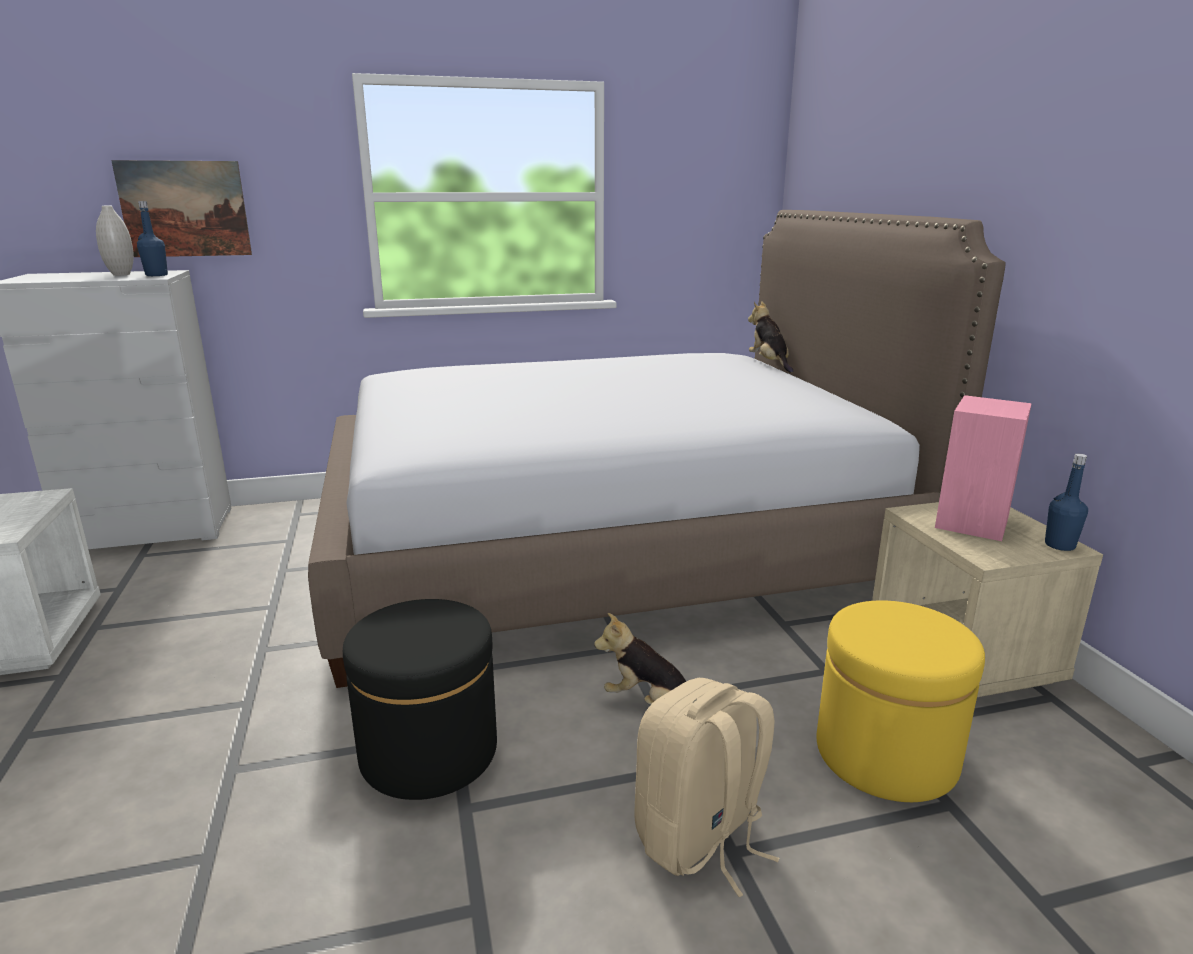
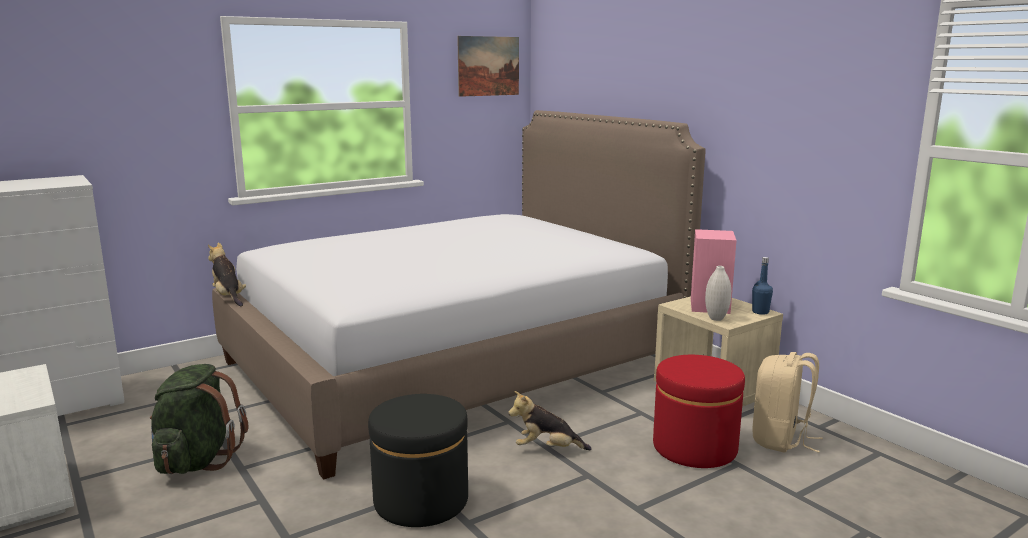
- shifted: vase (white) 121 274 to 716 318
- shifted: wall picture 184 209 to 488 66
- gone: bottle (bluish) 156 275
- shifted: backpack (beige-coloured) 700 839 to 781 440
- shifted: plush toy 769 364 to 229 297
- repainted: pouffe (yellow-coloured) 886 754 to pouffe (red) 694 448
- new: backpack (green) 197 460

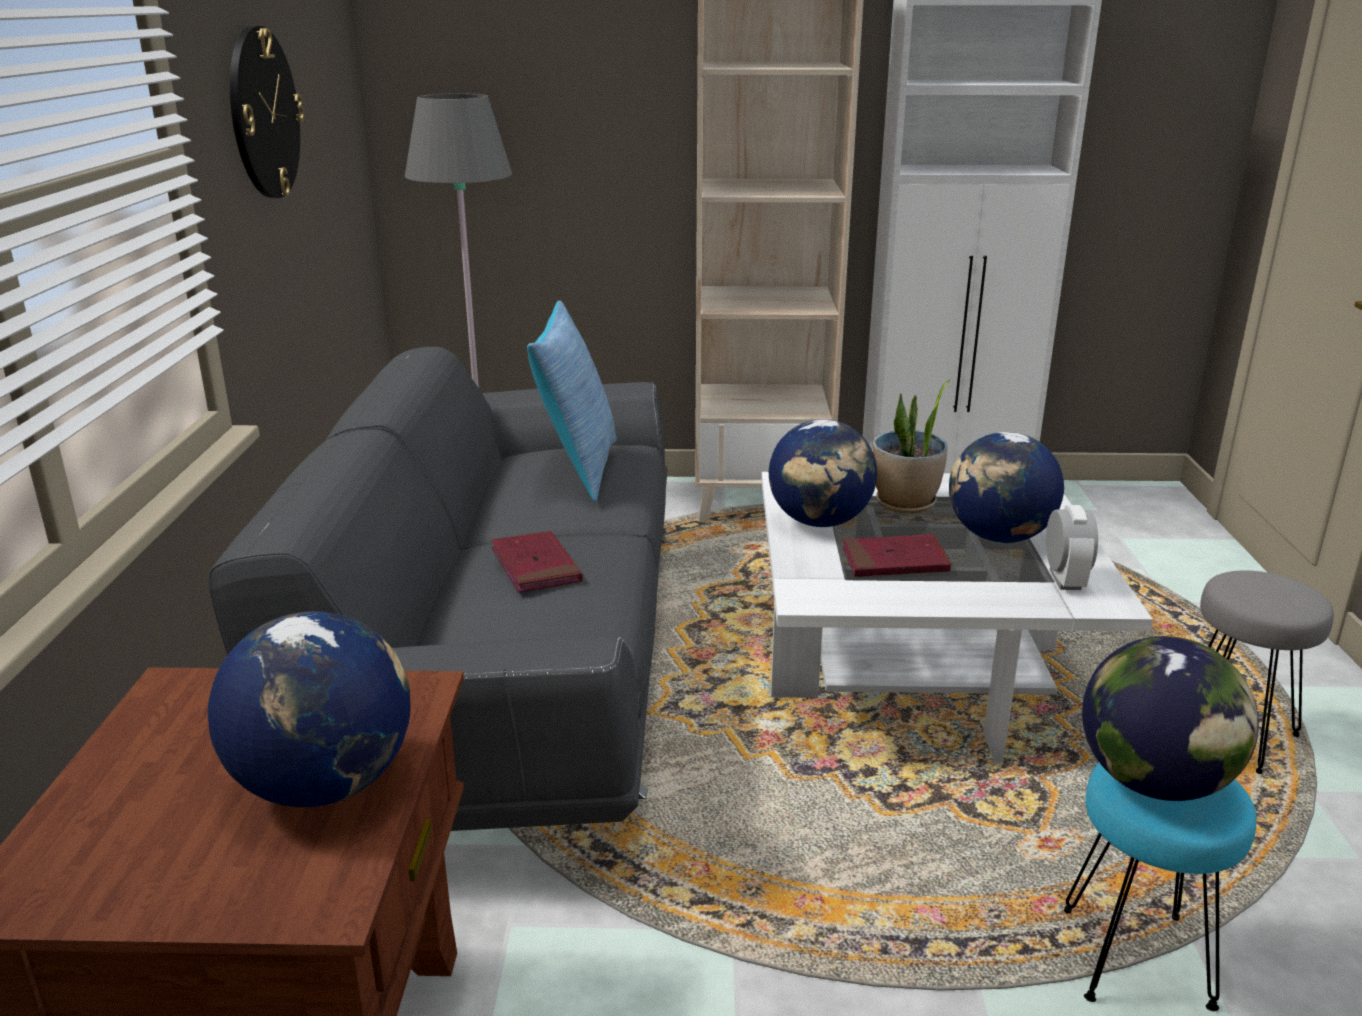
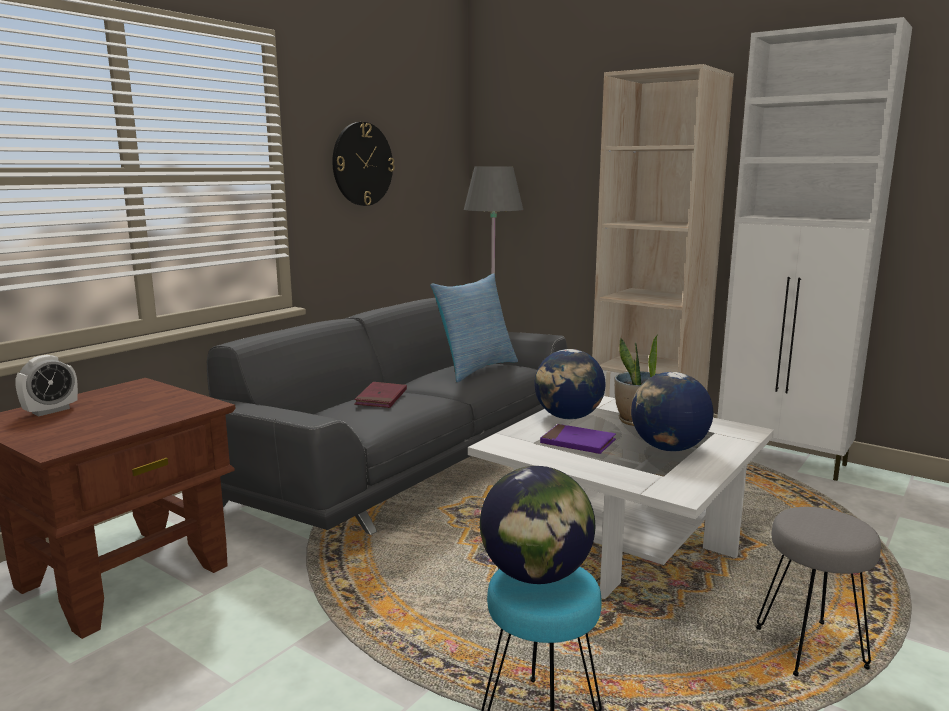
- gone: globe 324 784
- repainted: book (red) 894 561 to book (purplish) 578 442
- shifted: table clock 1064 580 to 51 411

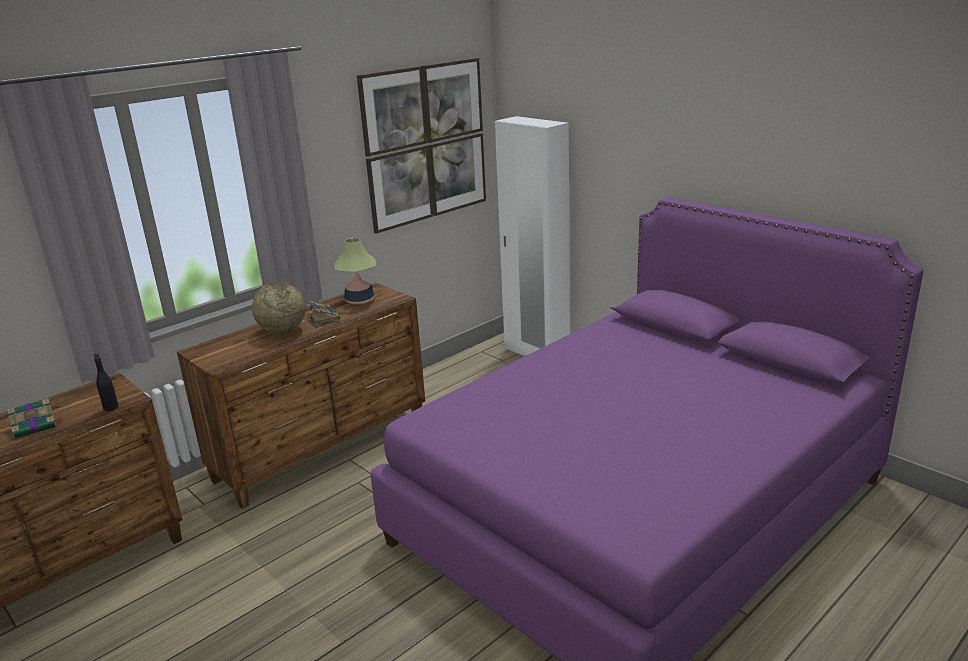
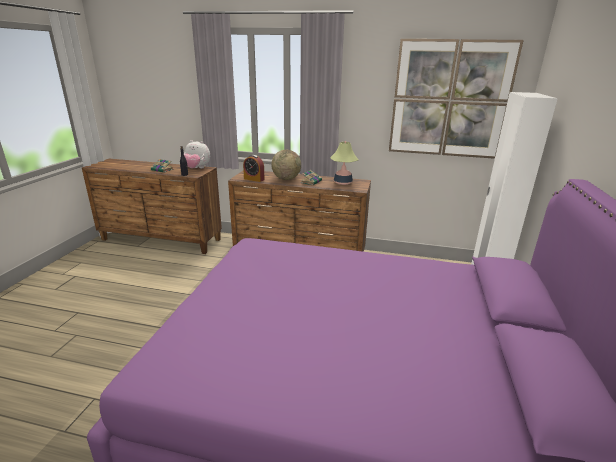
- new: plush toy 197 168
- new: table clock 254 179

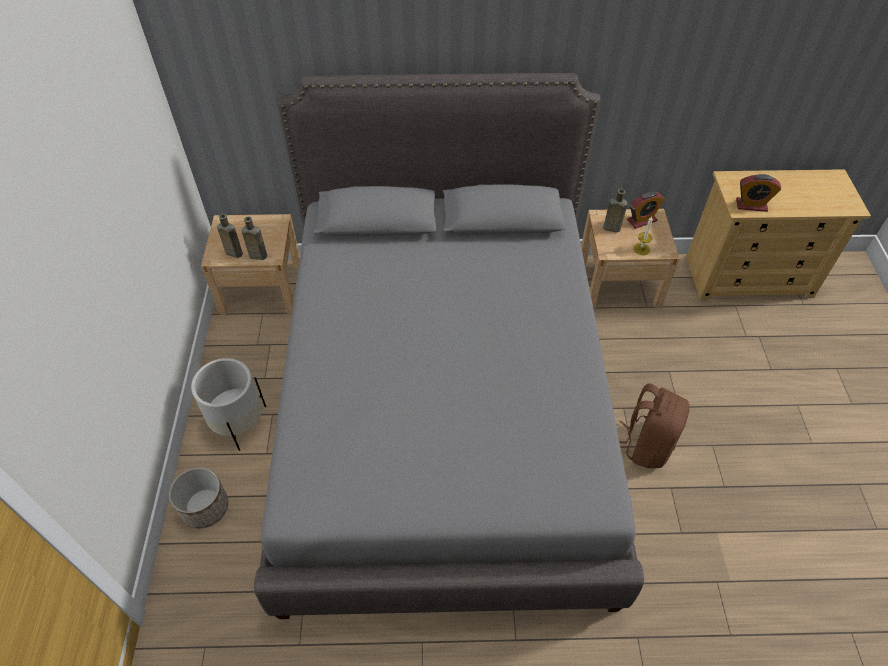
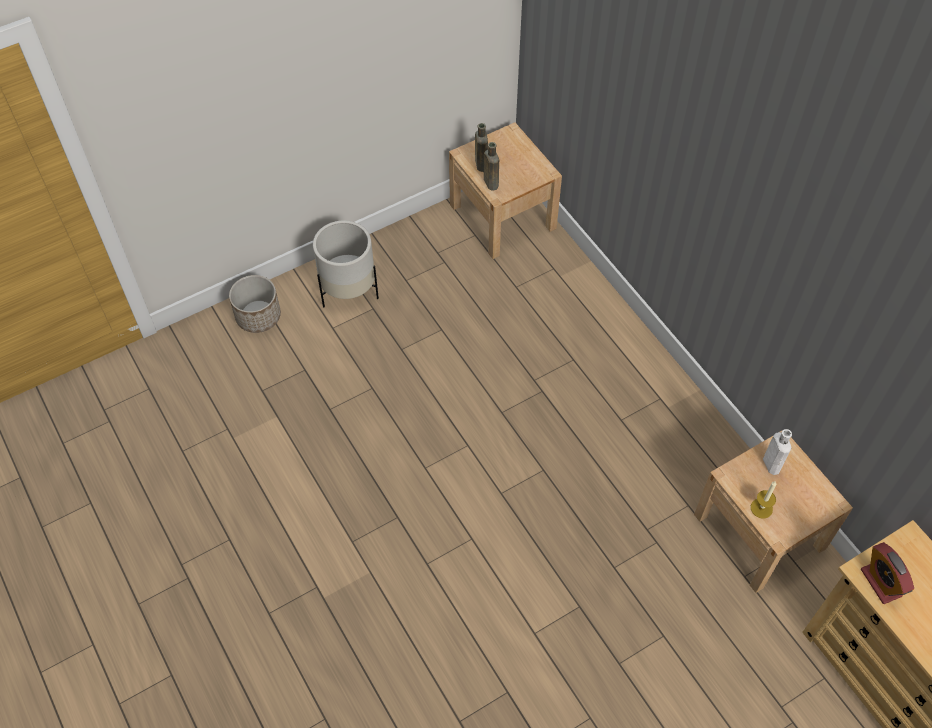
- gone: bedroom bed (greyish) 444 410
- repainted: bottle (brown-coloured) 610 228 to bottle (white) 770 463
- gone: backpack (brown-coloured) 646 444
- gone: table clock 642 220

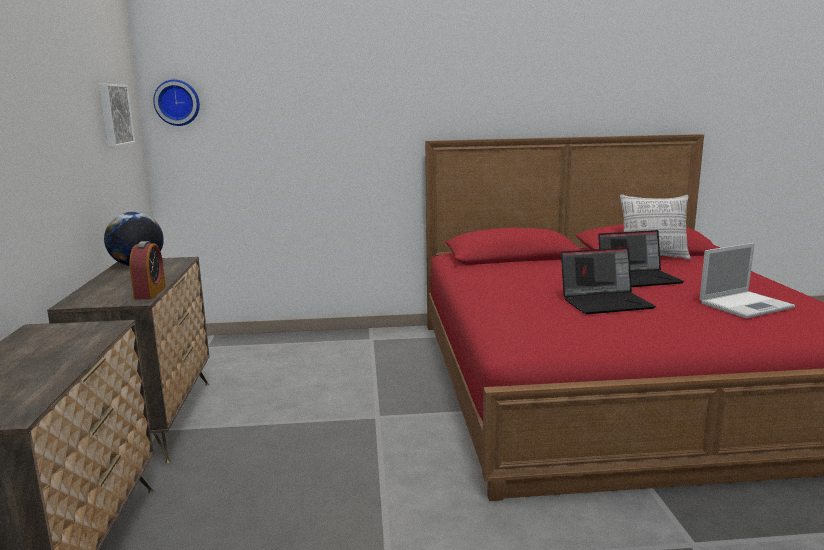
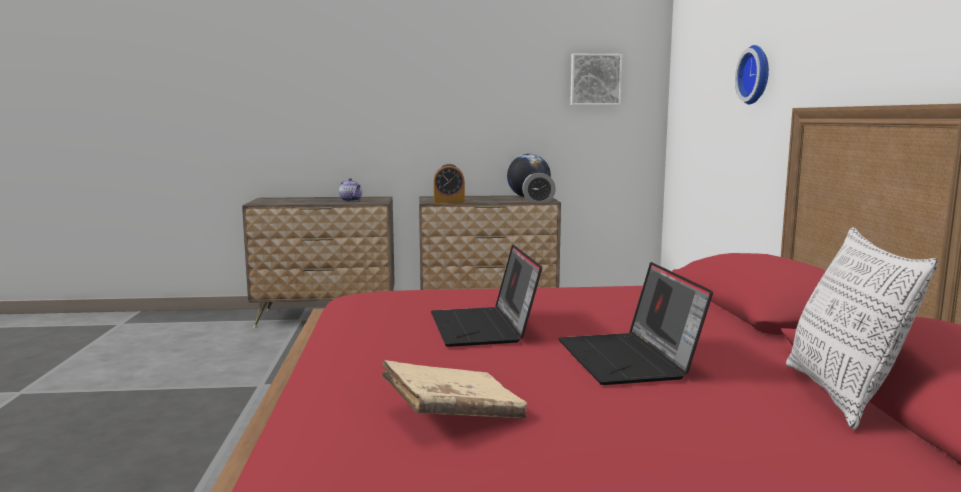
- shifted: clock on the wall 177 102 to 756 75
- swapped: notebook computer 746 305 to book (beige-coloured) 454 413
- new: pot for tea 351 200
- new: table clock 538 201

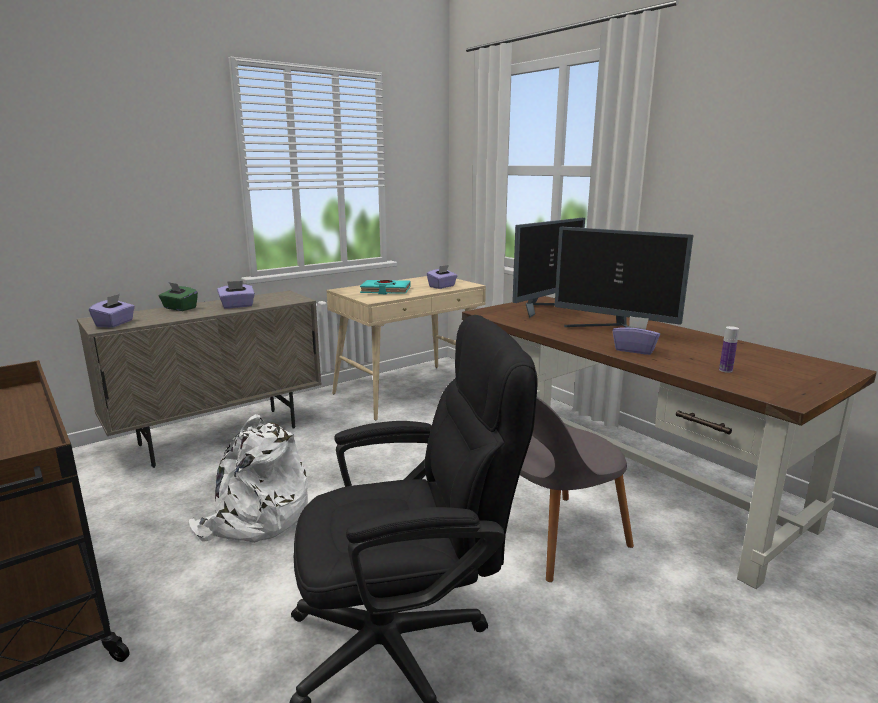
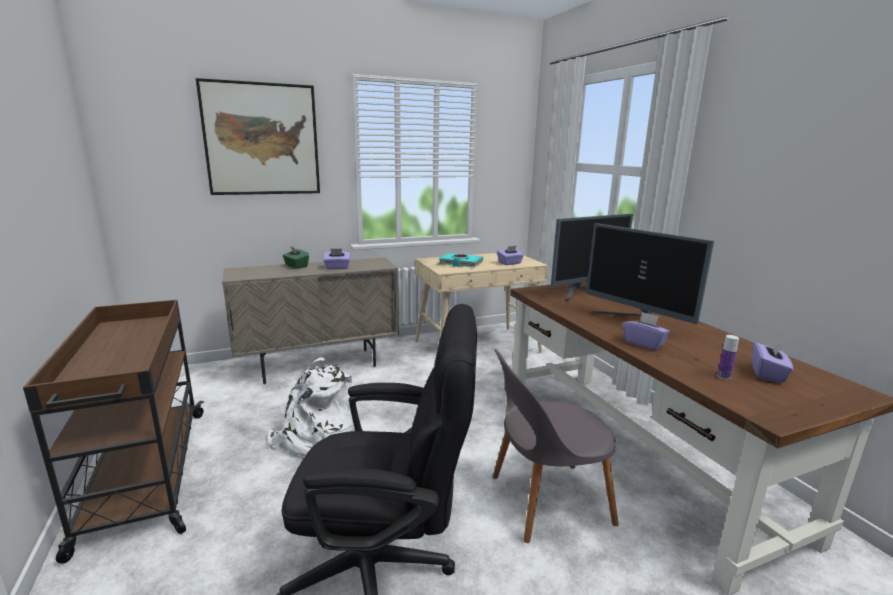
- shifted: tissue holder (purplish) 115 323 to 767 374
- new: wall picture 262 140

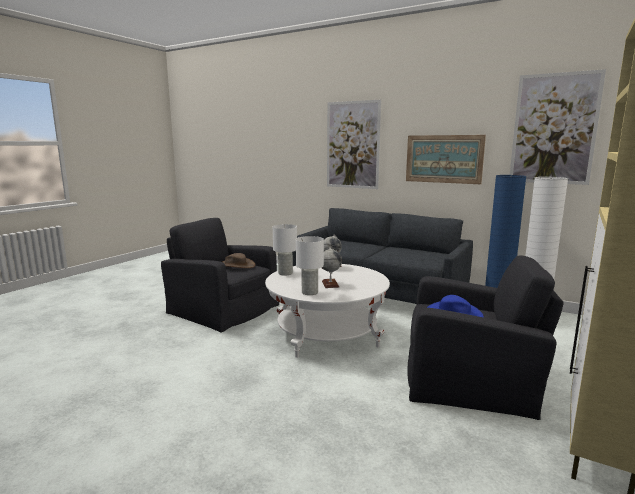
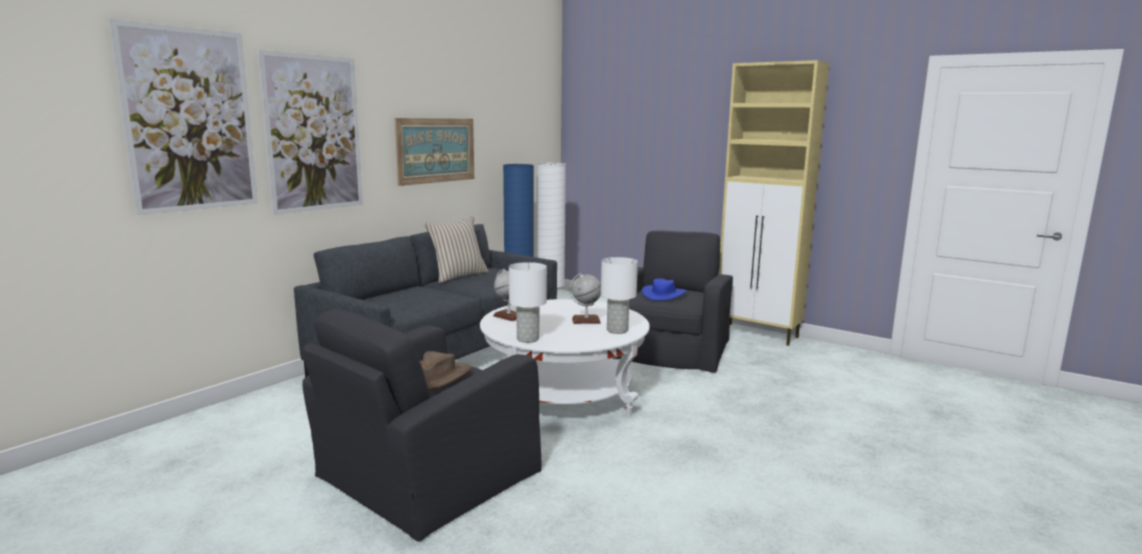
- shifted: wall picture 554 129 to 190 120
- new: pillow (beige-coloured) 458 276

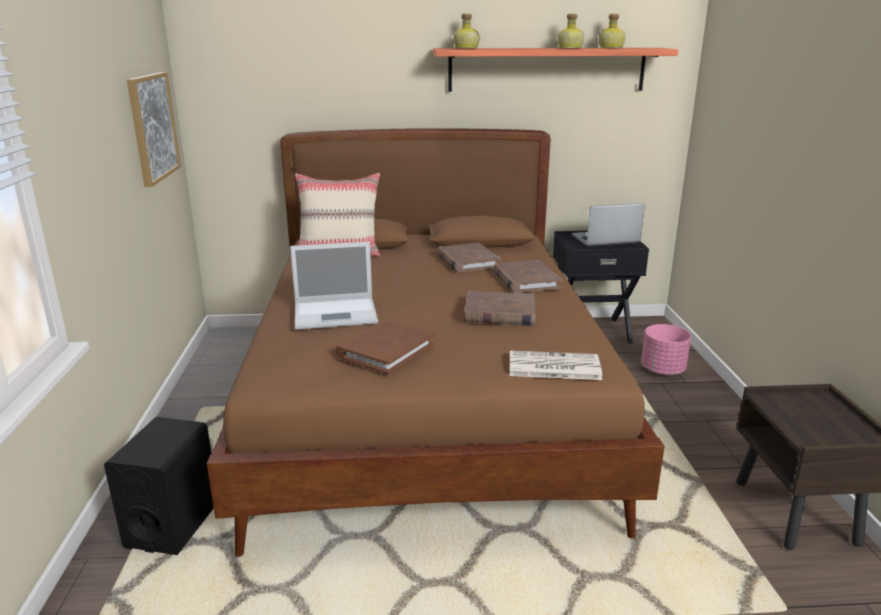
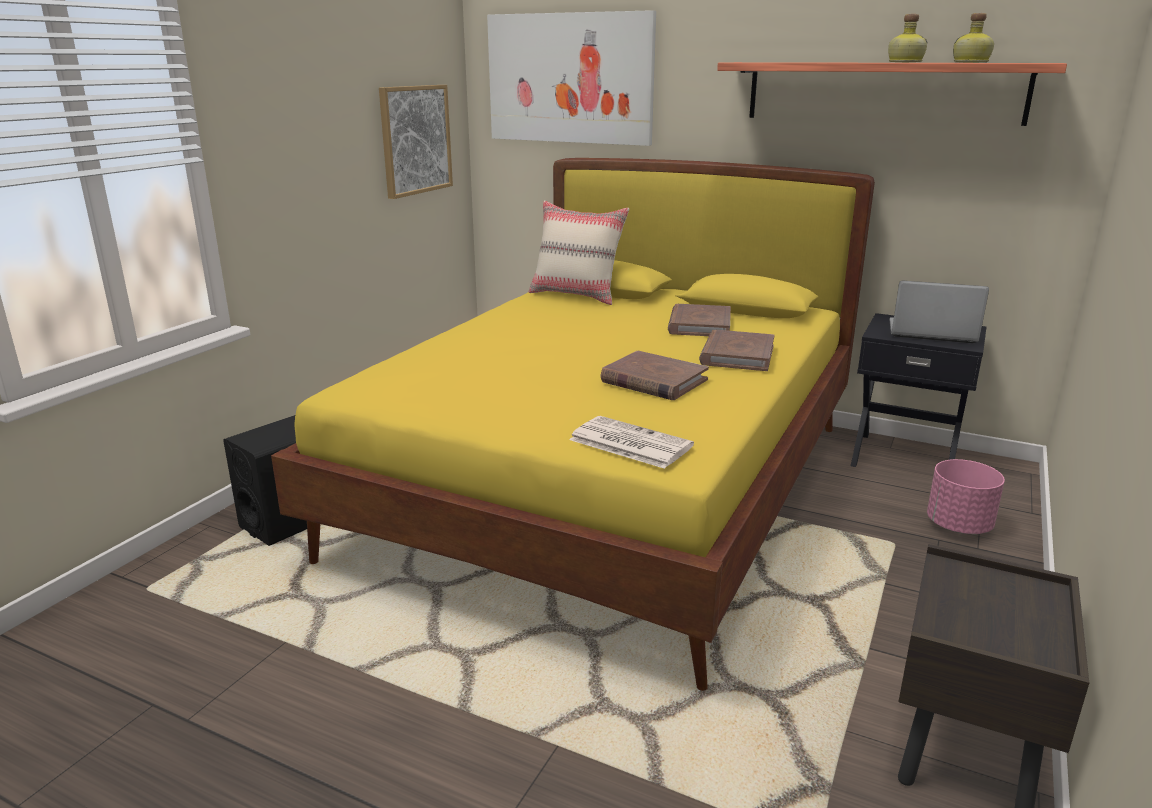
- repainted: bedroom bed (brown-coloured) 427 408 to bedroom bed (yellow-coloured) 611 489
- gone: notebook computer 337 313
- gone: book (brown-coloured) 386 350
- gone: bottle 465 48
- new: wall picture 570 78

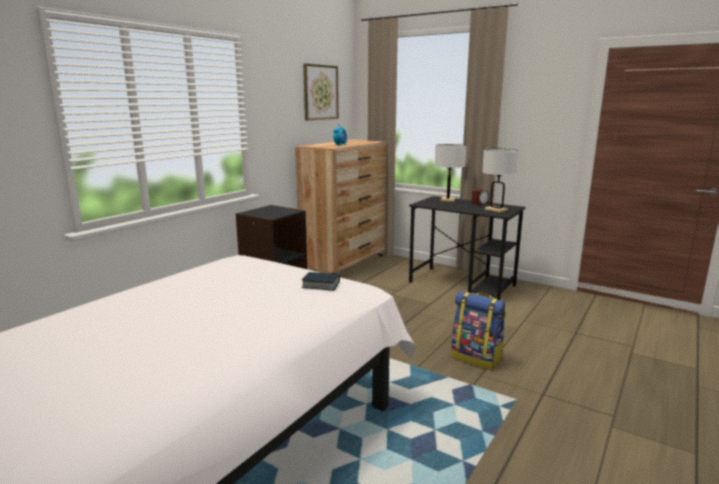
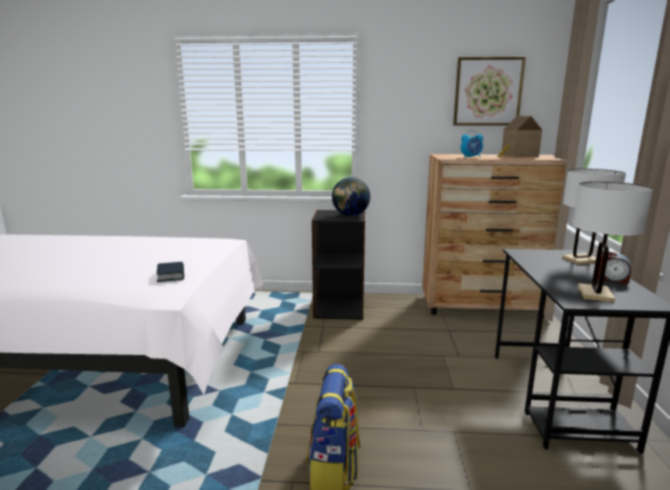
- new: globe 350 216
- new: toy house 518 156

